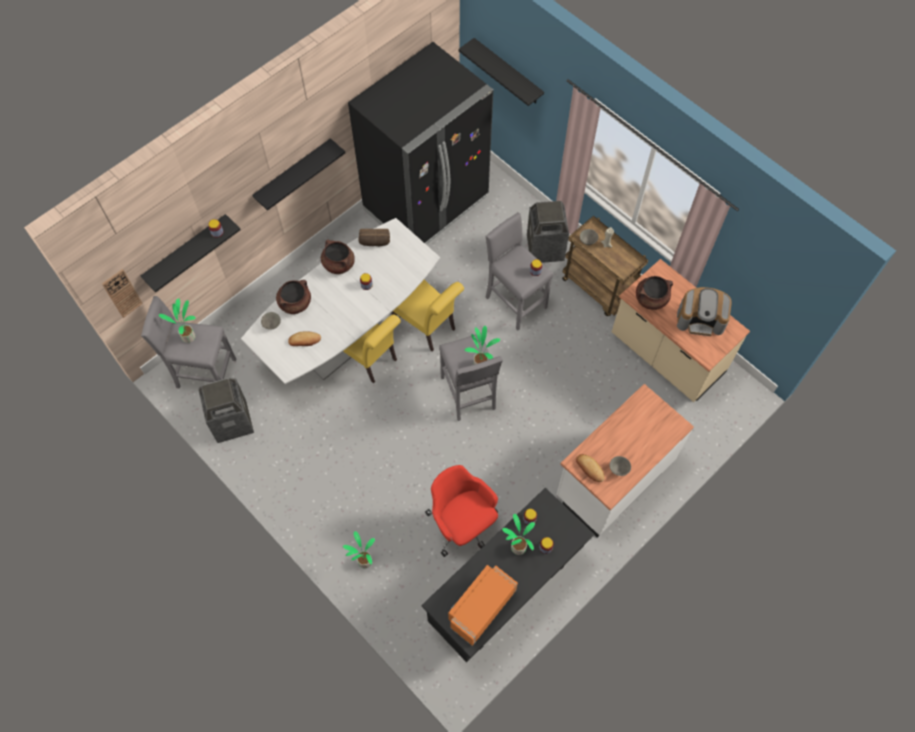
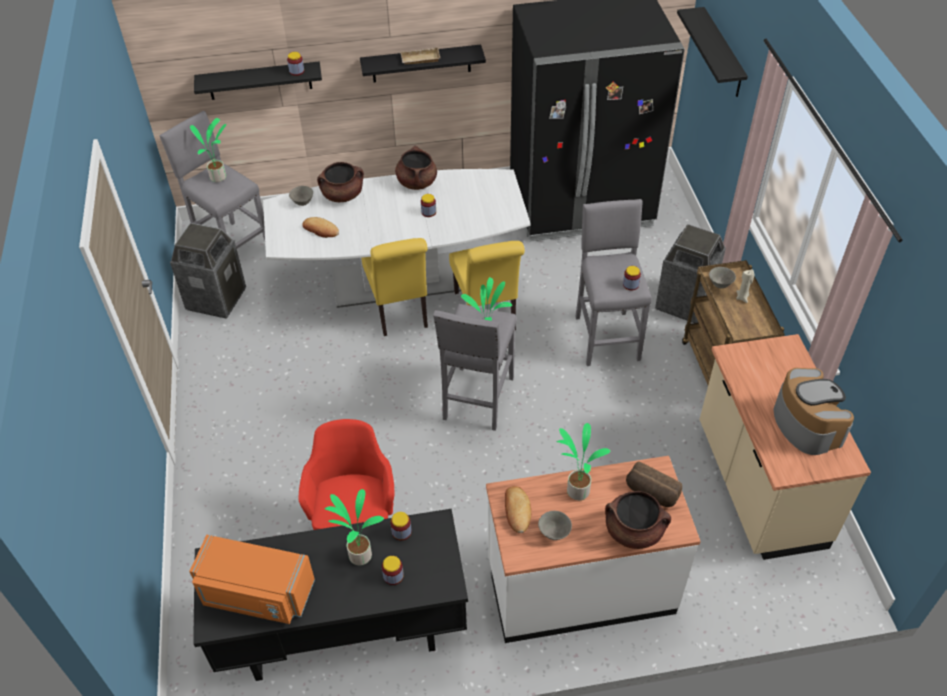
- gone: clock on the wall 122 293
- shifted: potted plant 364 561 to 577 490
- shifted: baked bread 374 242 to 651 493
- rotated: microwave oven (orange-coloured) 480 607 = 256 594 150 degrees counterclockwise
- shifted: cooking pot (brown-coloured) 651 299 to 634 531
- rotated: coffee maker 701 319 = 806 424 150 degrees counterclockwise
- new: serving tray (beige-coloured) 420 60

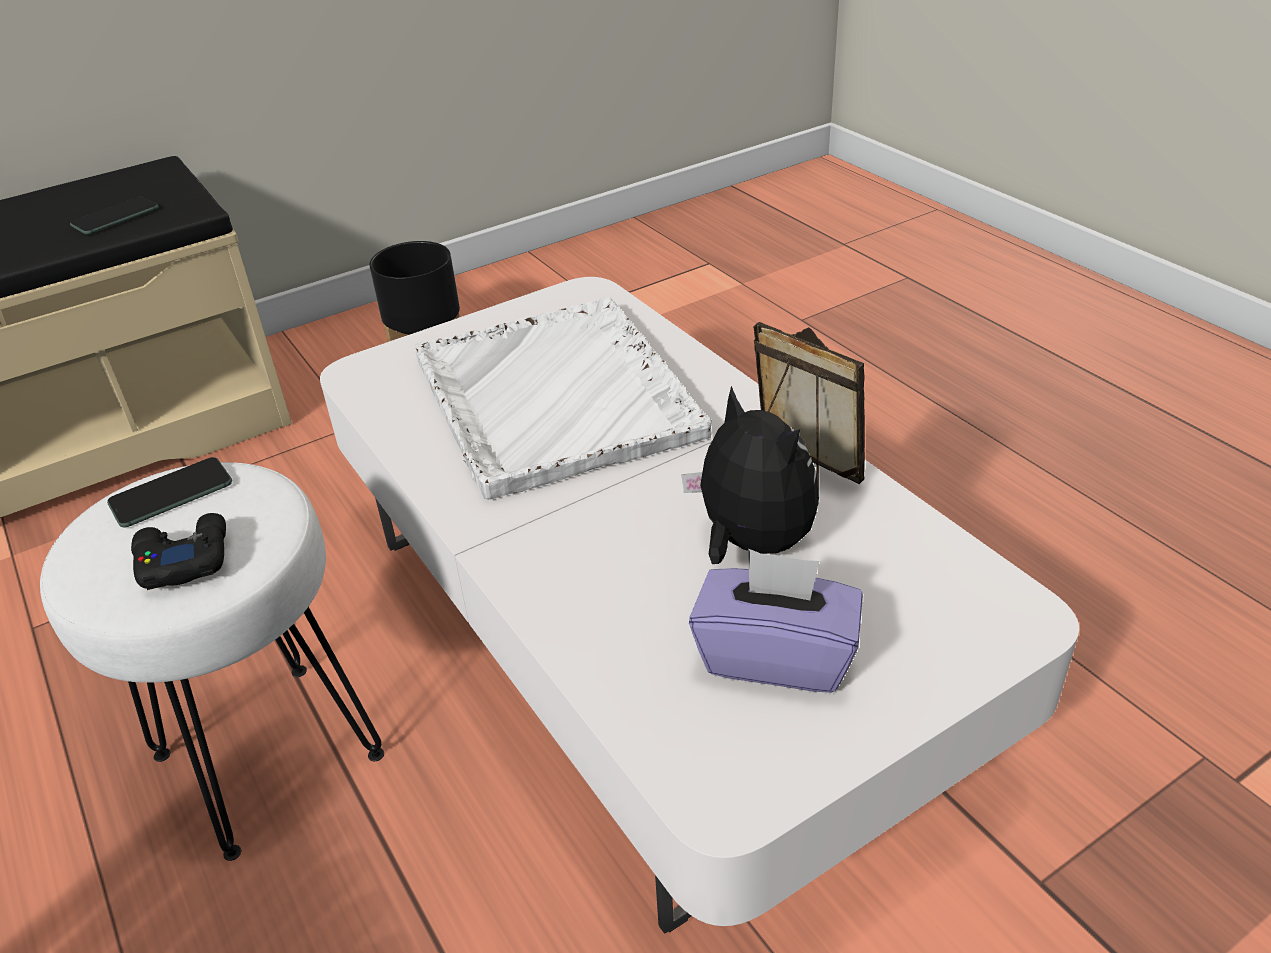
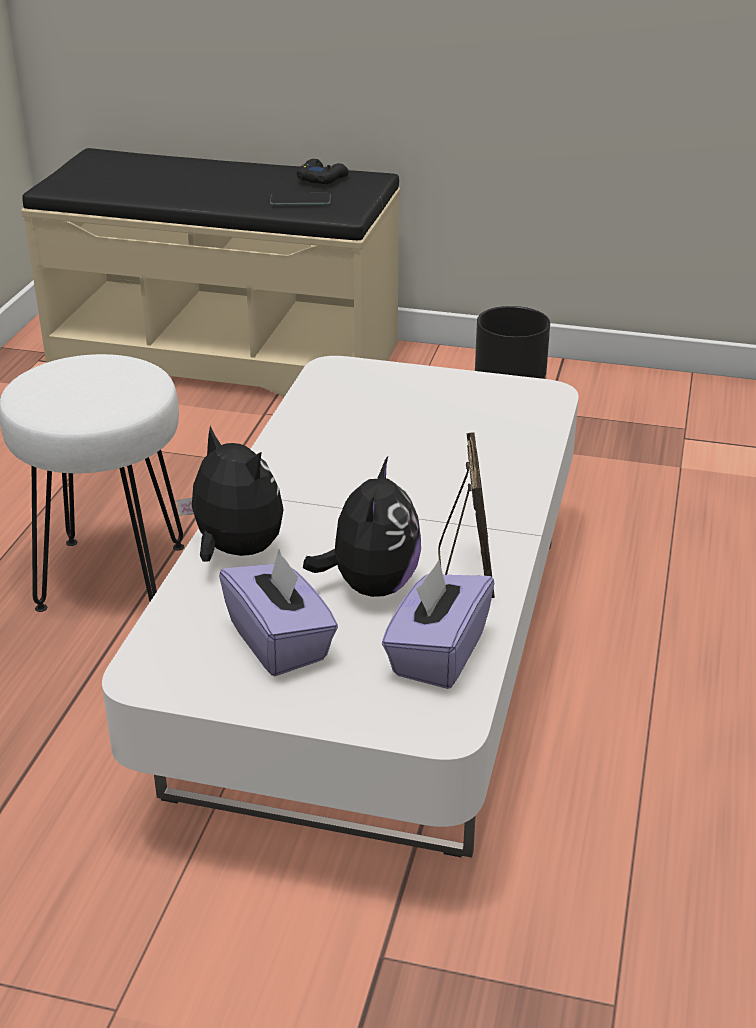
- gone: handset 171 493
- shifted: joypad (black) 183 559 to 322 178
- gone: serving tray (white) 555 398
- new: plush toy 234 551
- new: tissue holder (purplish) 437 654

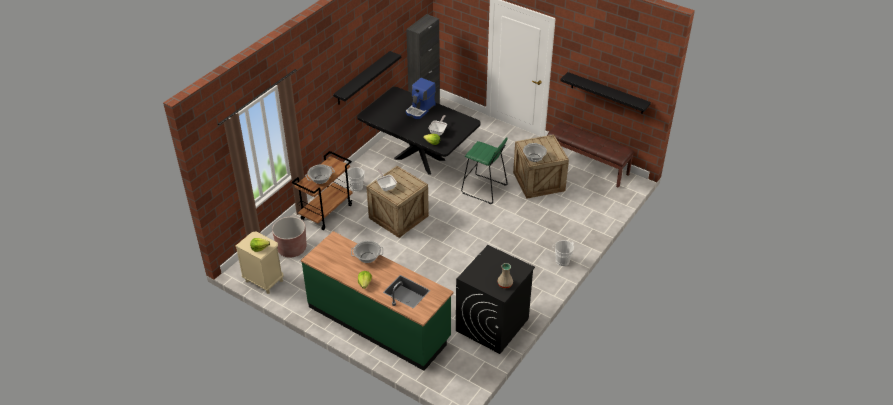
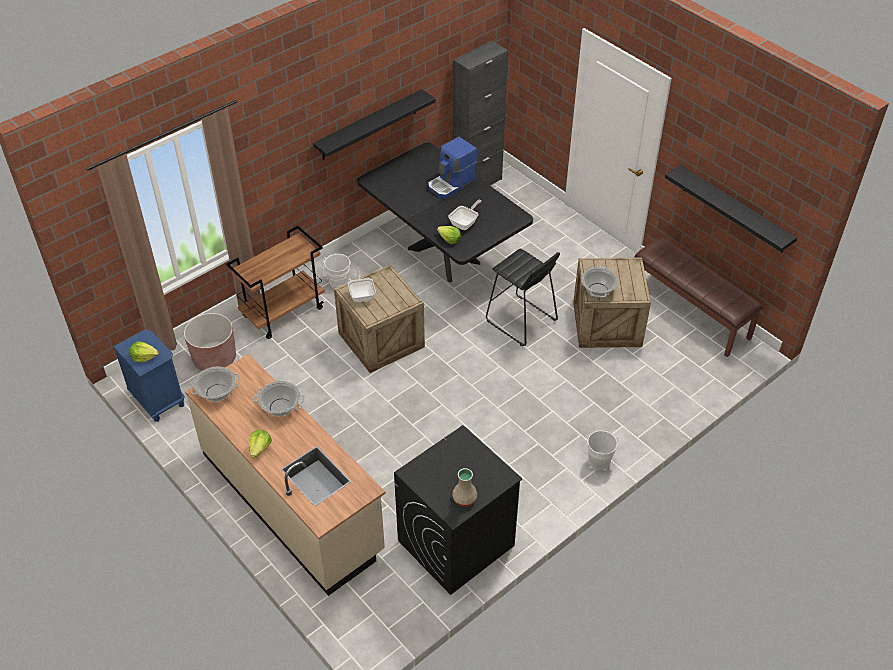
- repainted: night table (beige-coloured) 263 281 to night table (bluish) 158 400
- repainted: counter (green) 379 322 to counter (beige-coloured) 292 502
- shifted: cooking pot 320 179 to 217 393
- repainted: stool seat (green) 484 189 to stool seat (black) 521 321

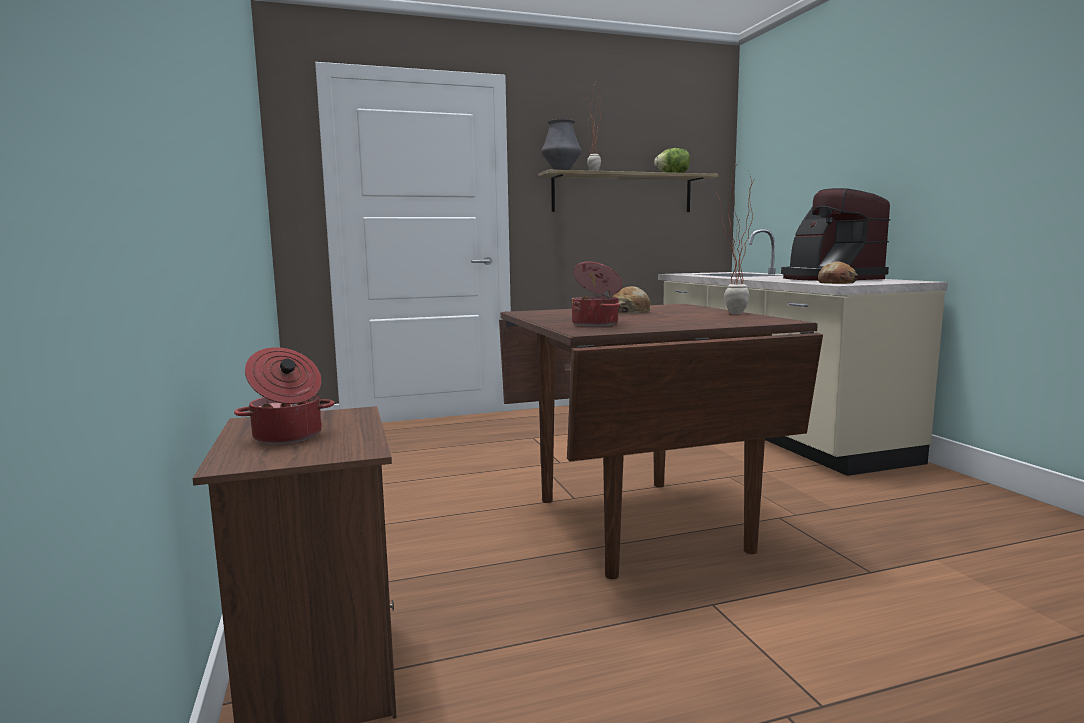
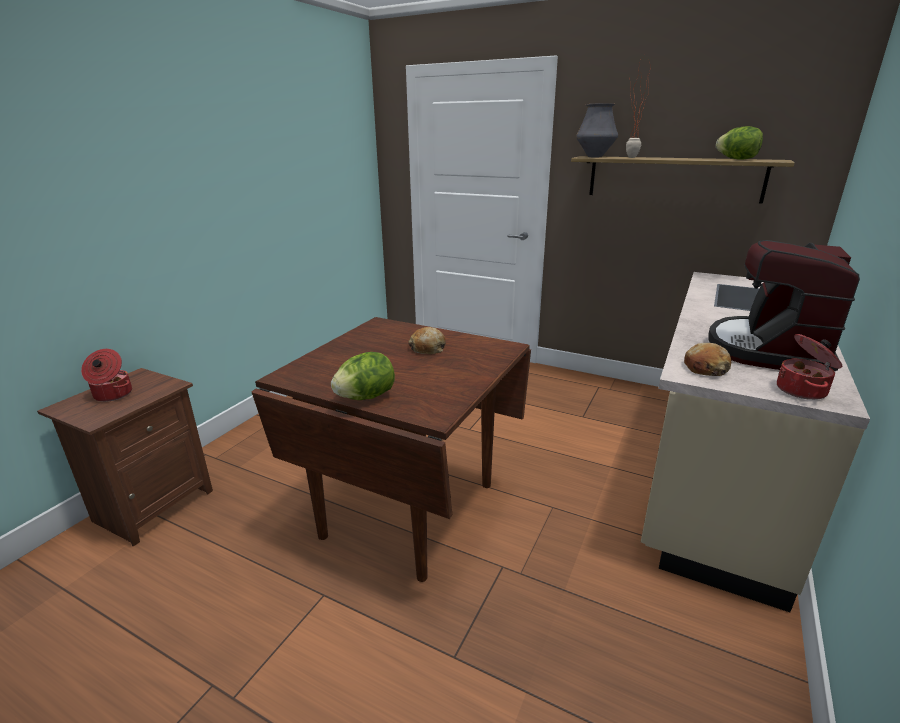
- shifted: cooking pot 596 324 to 802 390
- gone: potted plant 730 314
- new: lettuce 366 397

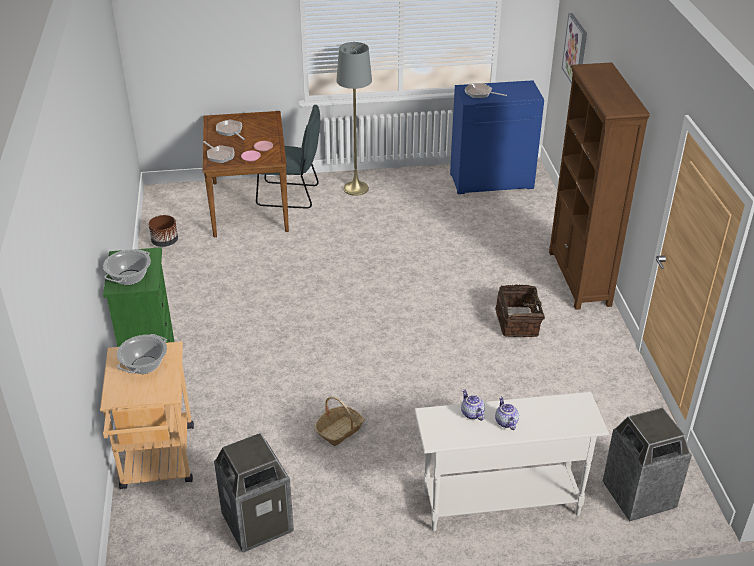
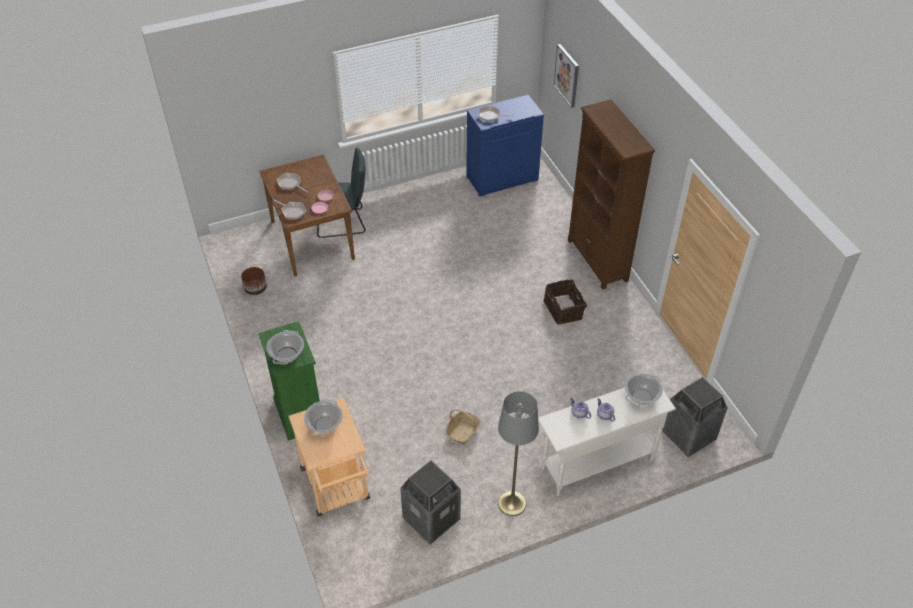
- shifted: standard lamp (greyish) 355 188 to 512 503
- new: cooking pot 641 397

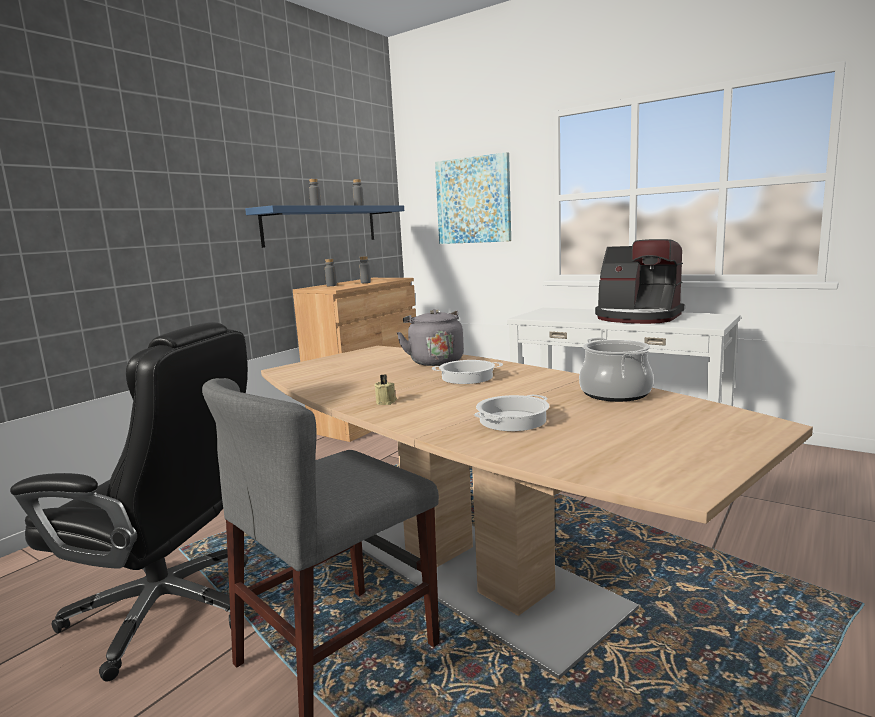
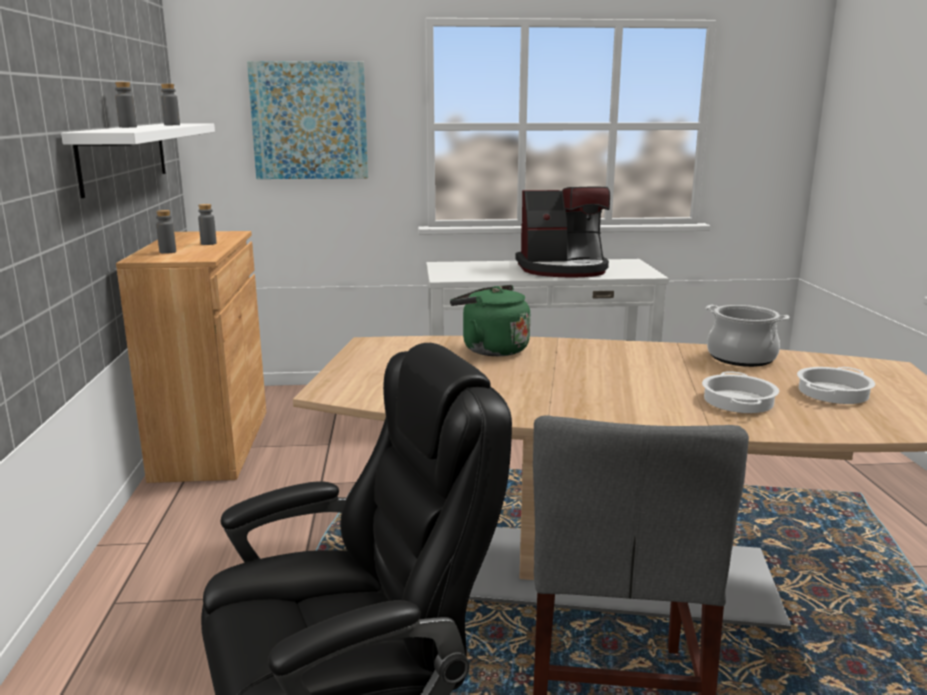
- repainted: wall shelf (bluish) 321 225 to wall shelf (white) 124 155
- gone: candle (beige-coloured) 386 402
- repainted: kettle (greyish) 434 361 to kettle (green) 491 349
- shifted: cooking pot 467 377 to 833 393

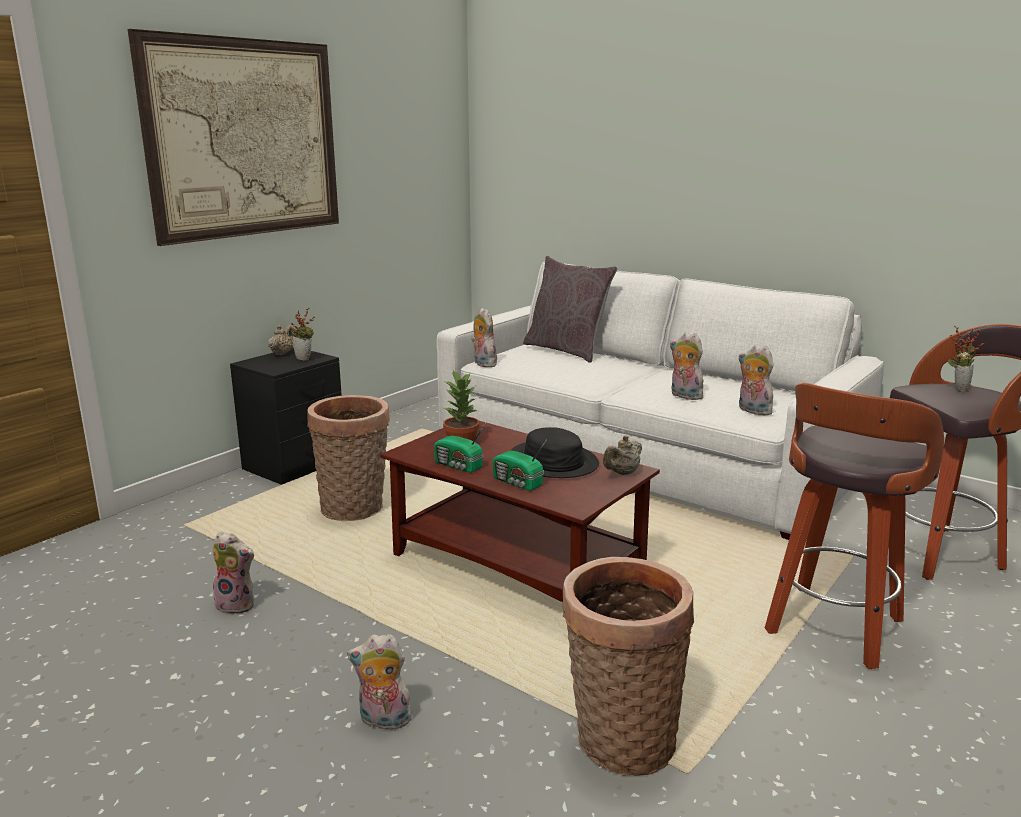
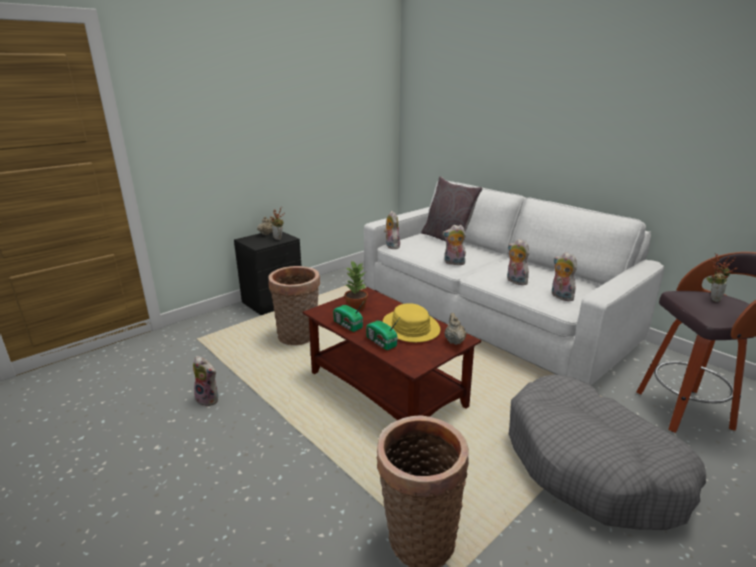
- gone: wall picture 245 139
- shifted: plush toy 383 721 to 453 263
- repainted: hat (black) 553 461 to hat (yellow-coloured) 410 327
- rotated: pot for tea (beige-coloured) 622 473 = 454 341 120 degrees clockwise
- swapped: stool seat 833 628 to pet bed (greyish) 591 465

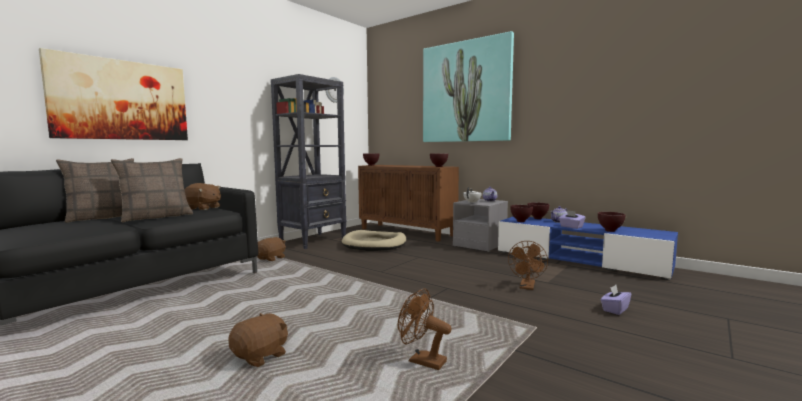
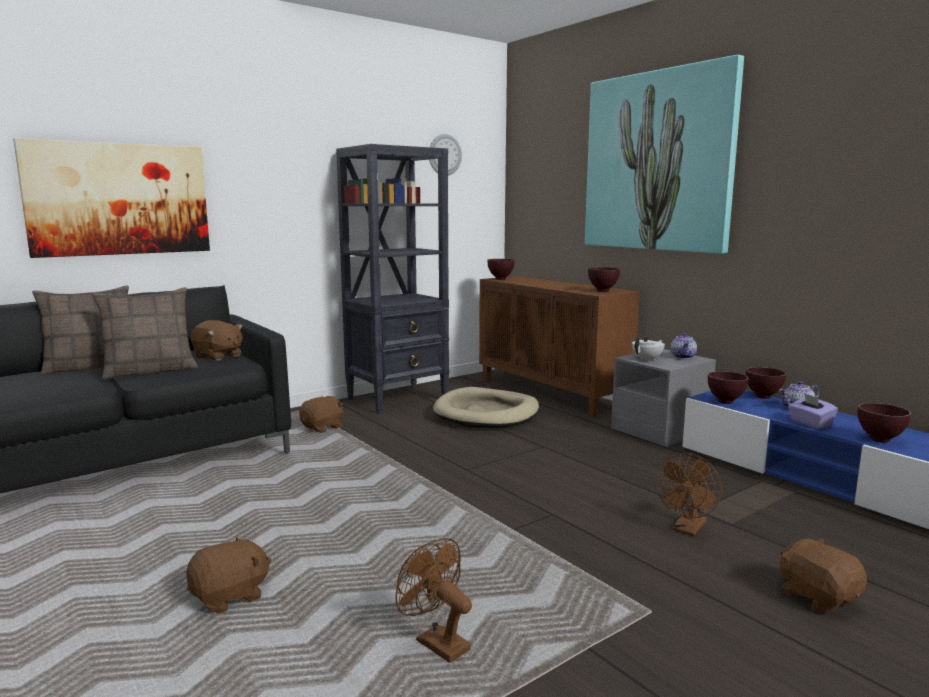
- swapped: tissue holder (purplish) 615 309 to plush toy (brown-coloured) 817 597

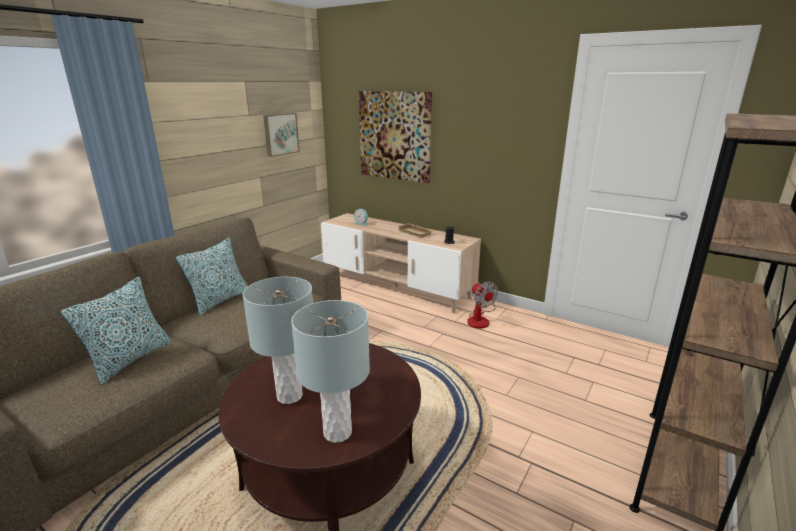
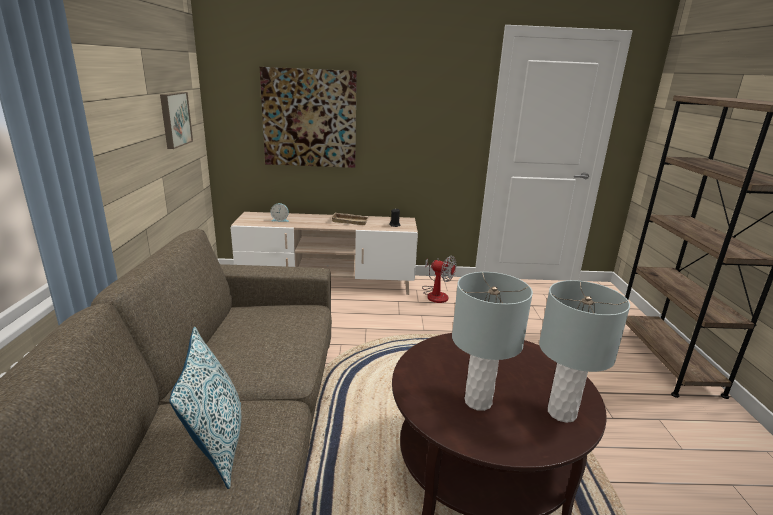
- gone: pillow 220 300

